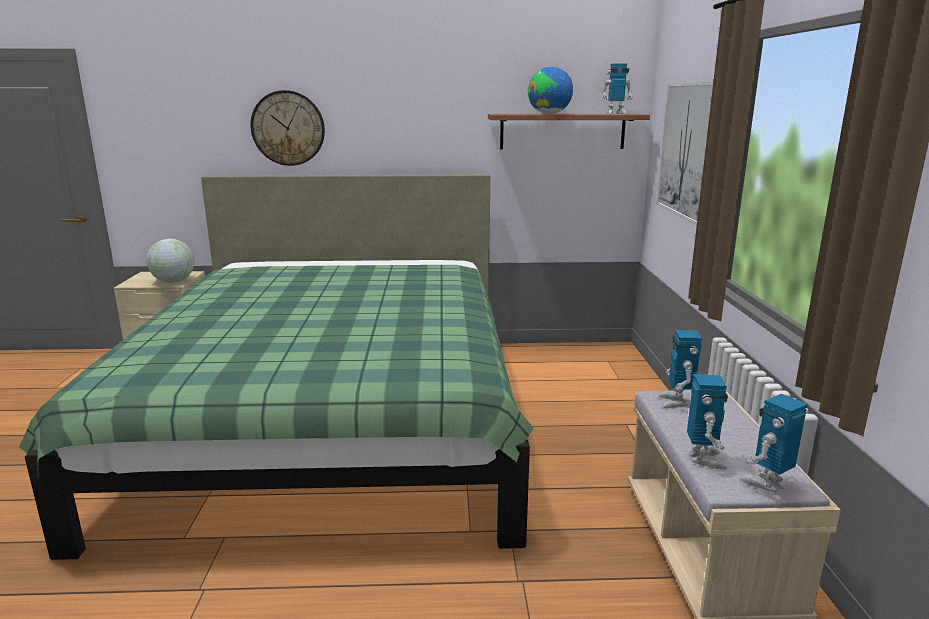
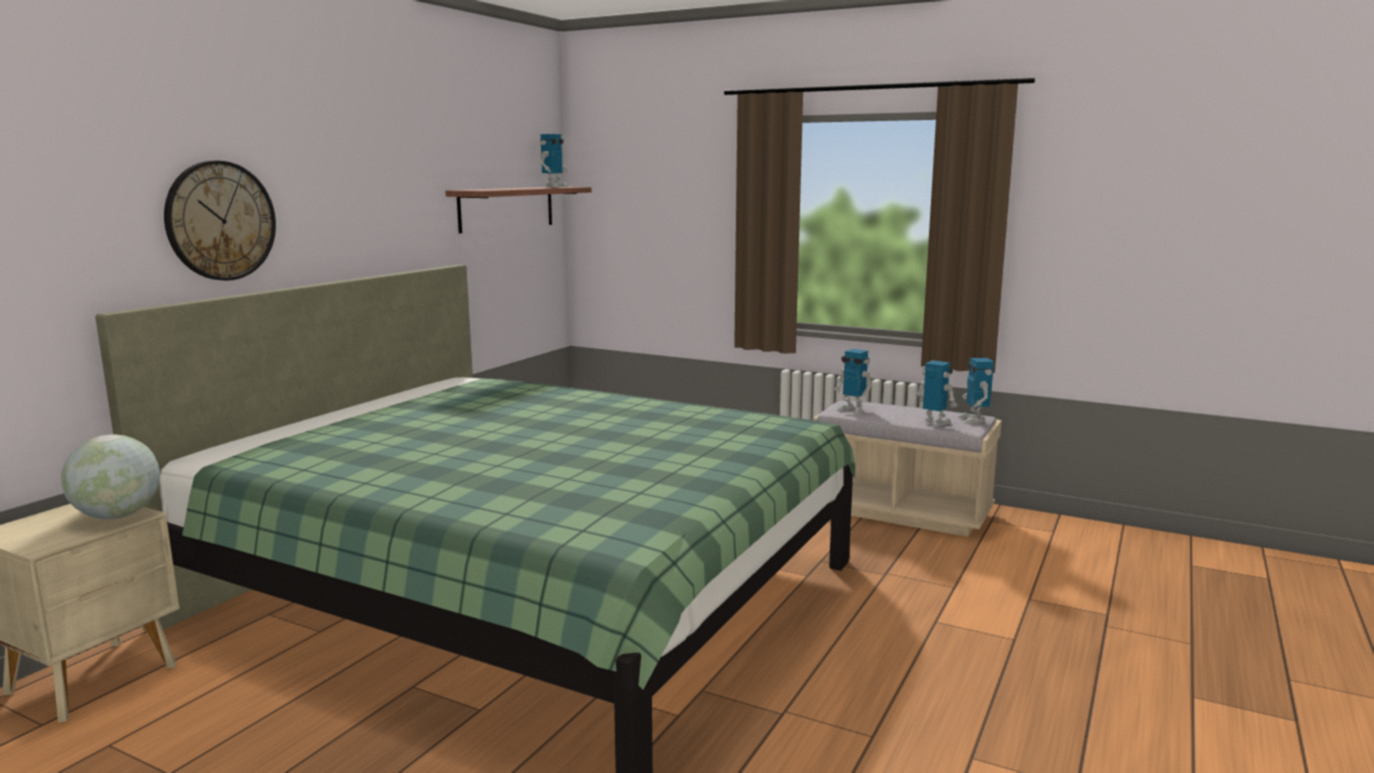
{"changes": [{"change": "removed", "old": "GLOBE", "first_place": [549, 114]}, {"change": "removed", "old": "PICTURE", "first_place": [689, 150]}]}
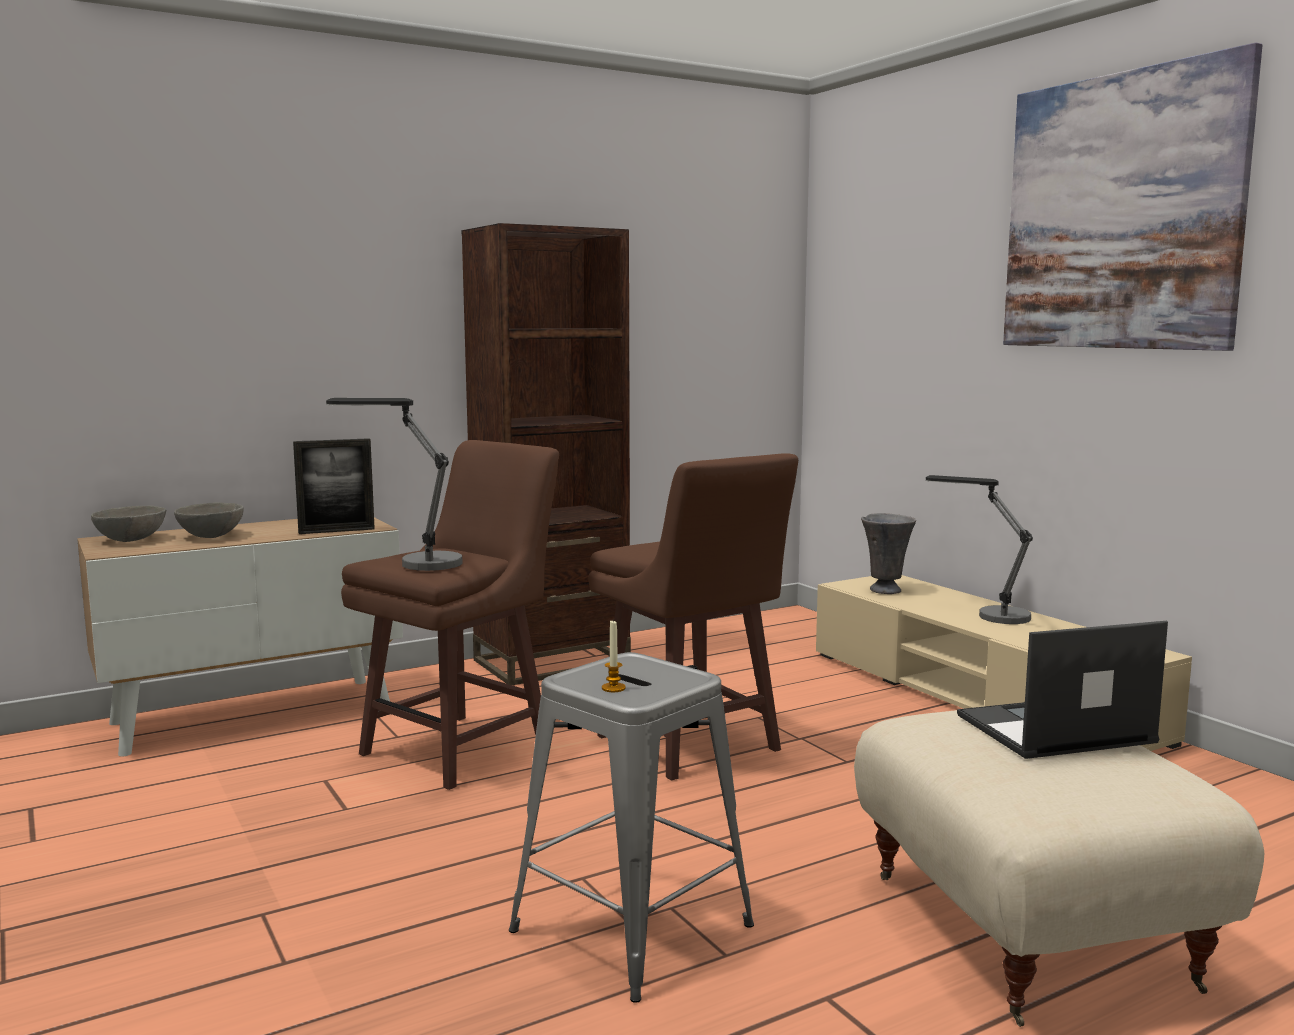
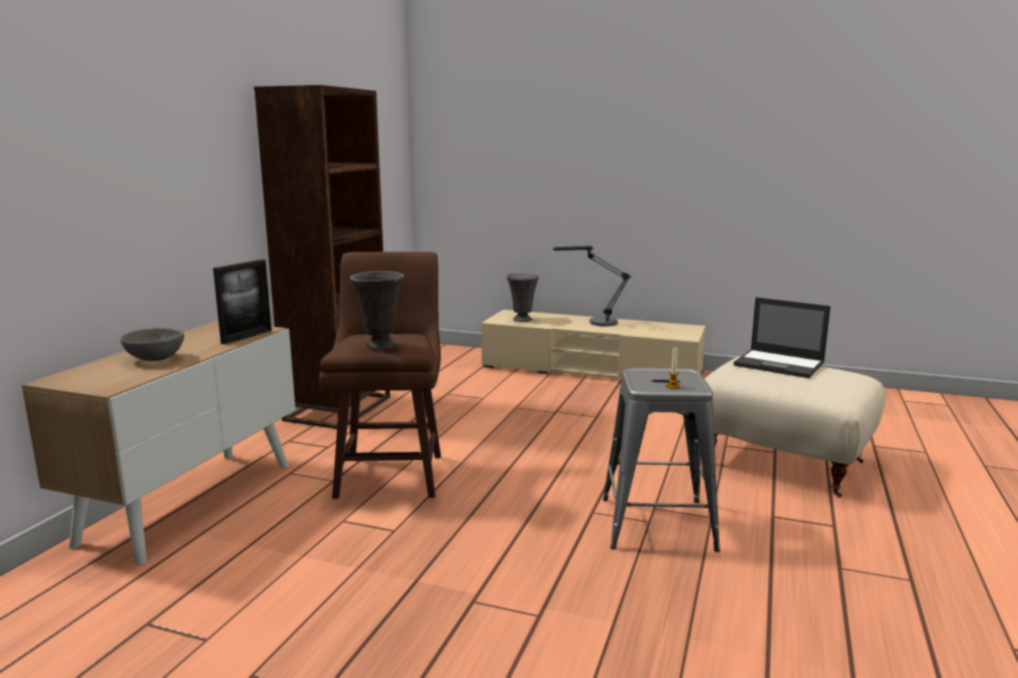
{"changes": [{"change": "replaced", "old": "TABLE LAMP", "new": "GREY VASE", "first_place": [414, 563], "second_place": [380, 346]}, {"change": "turned", "old": "LAPTOP", "first_place": [1053, 729], "second_place": [780, 364], "degrees": -90}, {"change": "removed", "old": "GREY BOWL", "first_place": [131, 540]}, {"change": "removed", "old": "BROWN STOOL", "first_place": [689, 746]}, {"change": "removed", "old": "PICTURE", "first_place": [1120, 212]}]}
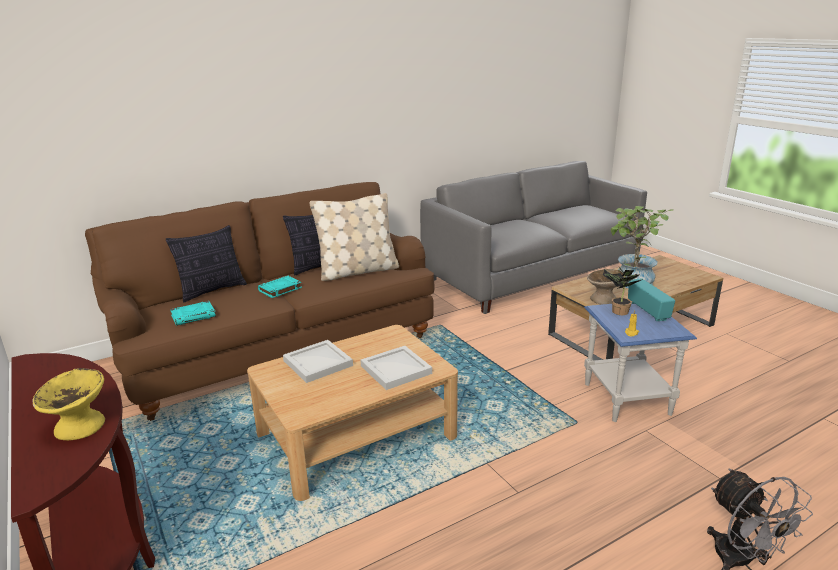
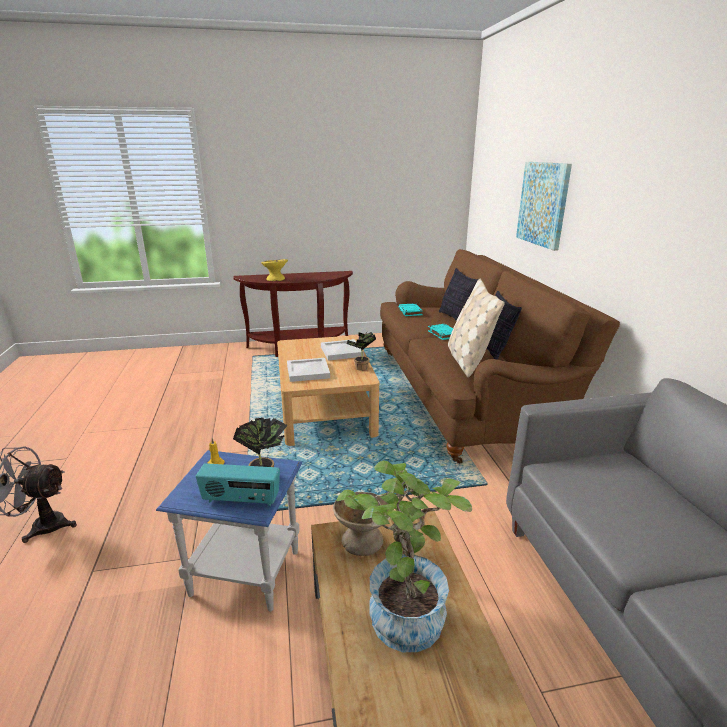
{"changes": [{"change": "added", "new": "POTTED PLANT", "second_place": [361, 368]}, {"change": "added", "new": "PICTURE", "second_place": [543, 204]}]}
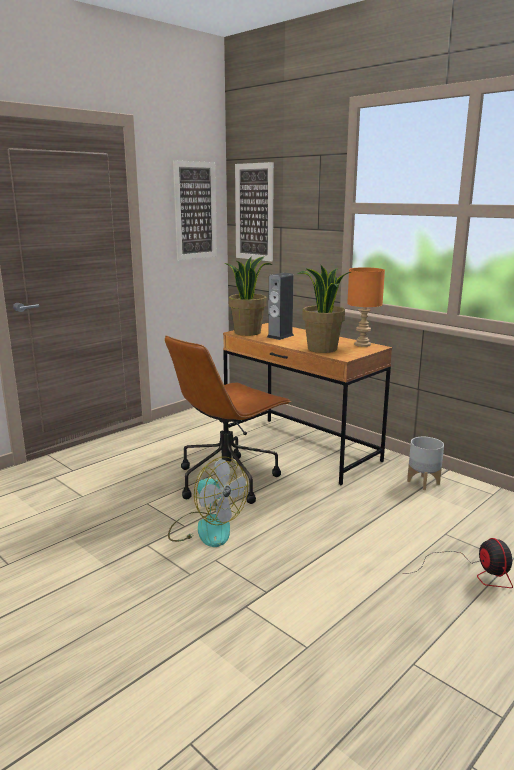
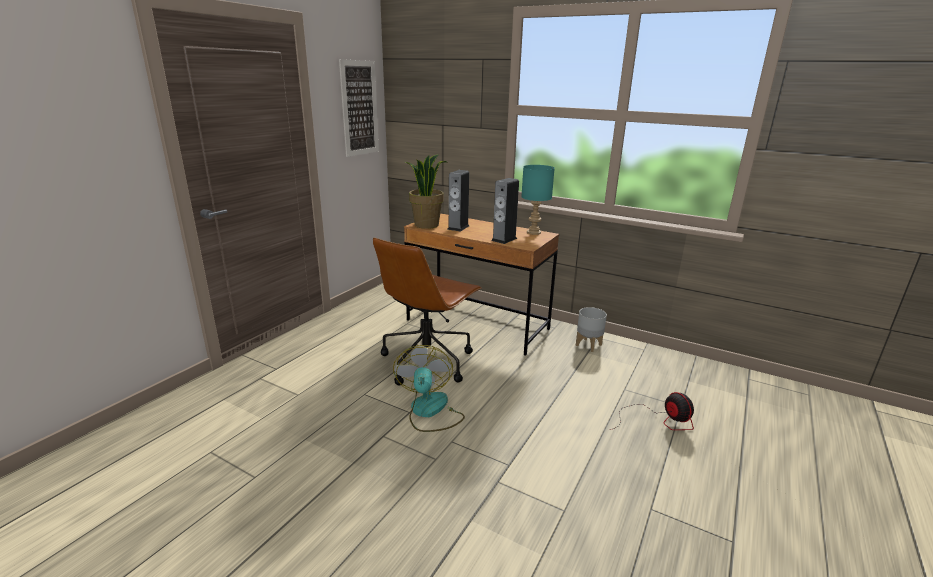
{"changes": [{"change": "turned", "old": "FAN", "first_place": [206, 528], "second_place": [429, 411], "degrees": -120}, {"change": "replaced", "old": "POTTED PLANT", "new": "SPEAKER", "first_place": [322, 349], "second_place": [504, 239]}, {"change": "recoloured", "old": "ORANGE TABLE LAMP", "new": "TURQUOISE TABLE LAMP", "first_place": [361, 344], "second_place": [533, 232]}, {"change": "removed", "old": "PICTURE", "first_place": [254, 212]}]}
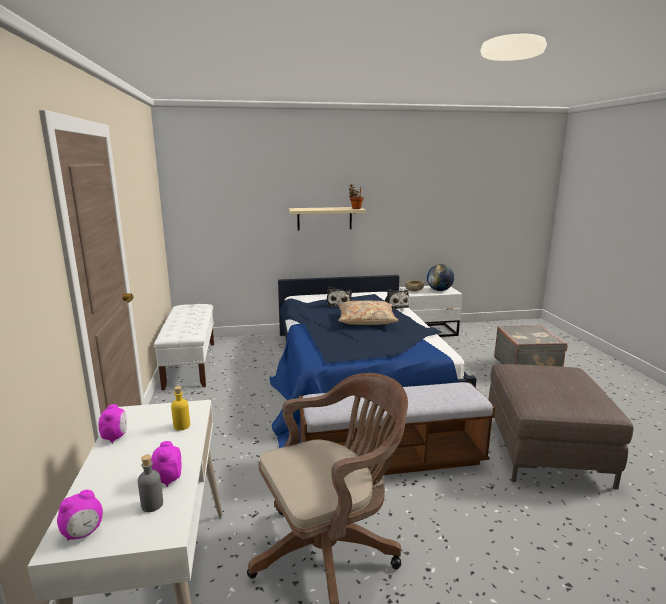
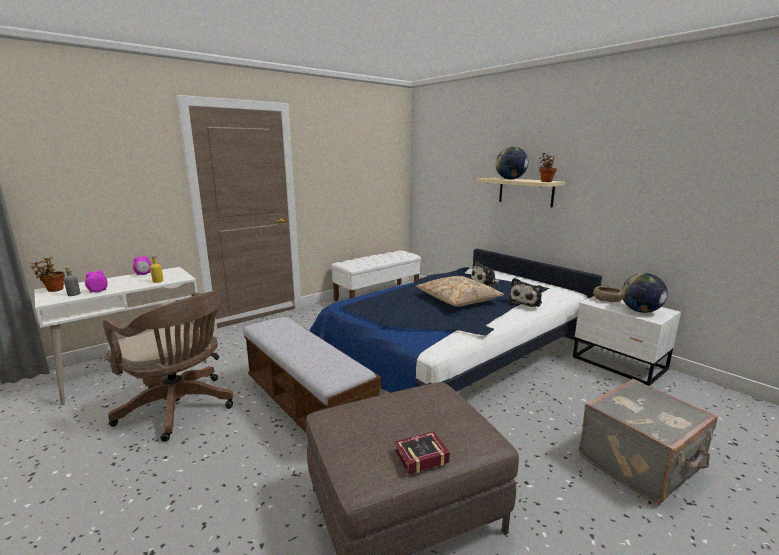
{"changes": [{"change": "replaced", "old": "ALARM CLOCK", "new": "POTTED PLANT", "first_place": [83, 533], "second_place": [54, 290]}, {"change": "added", "new": "BOOK", "second_place": [418, 456]}, {"change": "added", "new": "GLOBE", "second_place": [510, 179]}]}
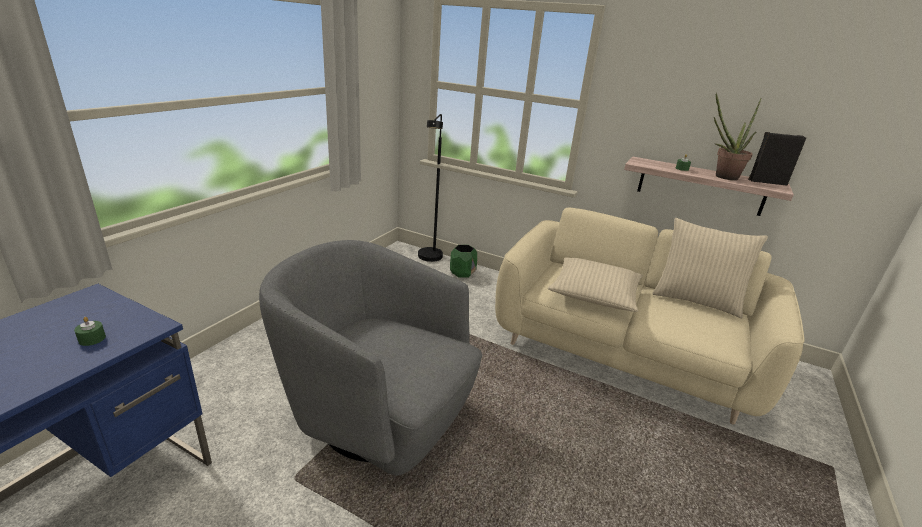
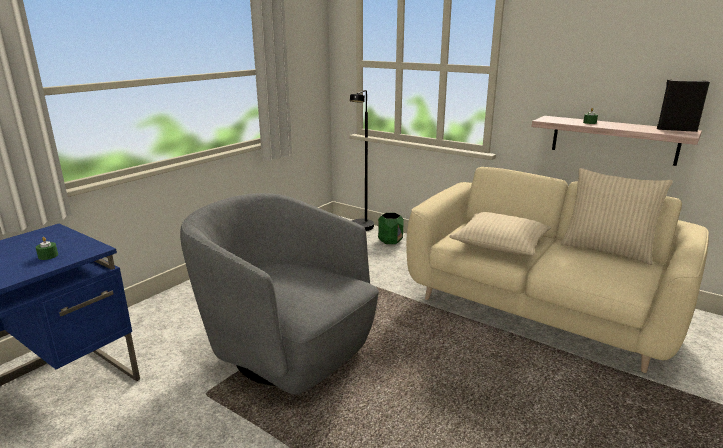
{"changes": [{"change": "removed", "old": "POTTED PLANT", "first_place": [721, 177]}]}
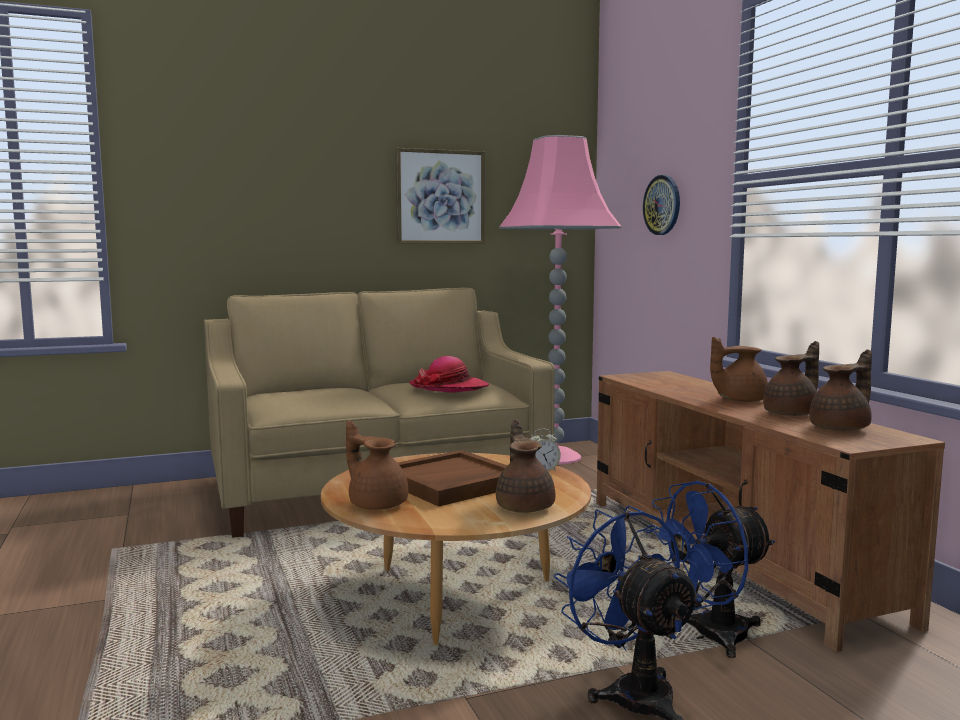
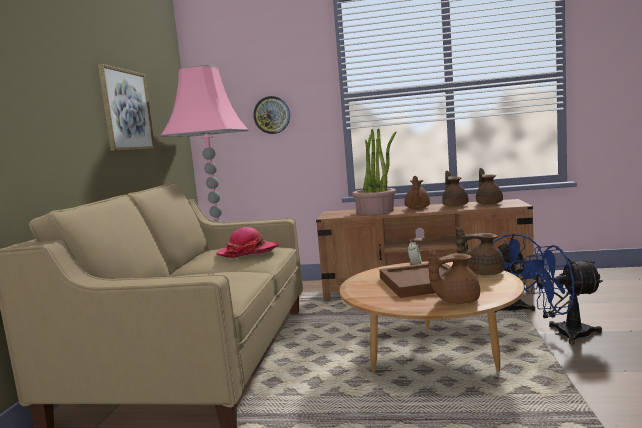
{"changes": [{"change": "added", "new": "POTTED PLANT", "second_place": [375, 211]}]}
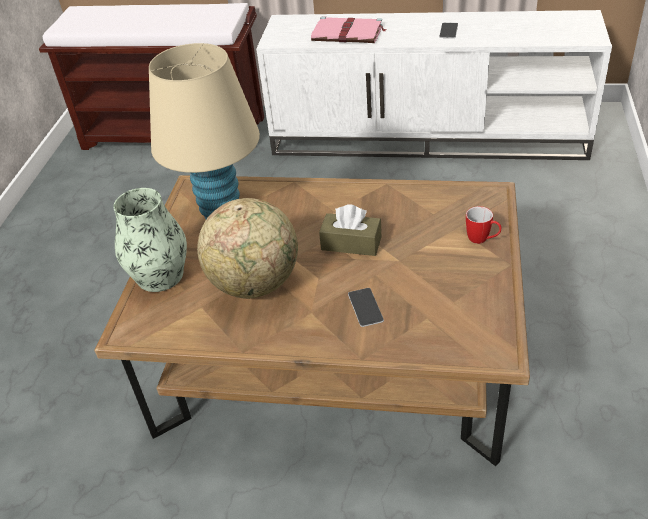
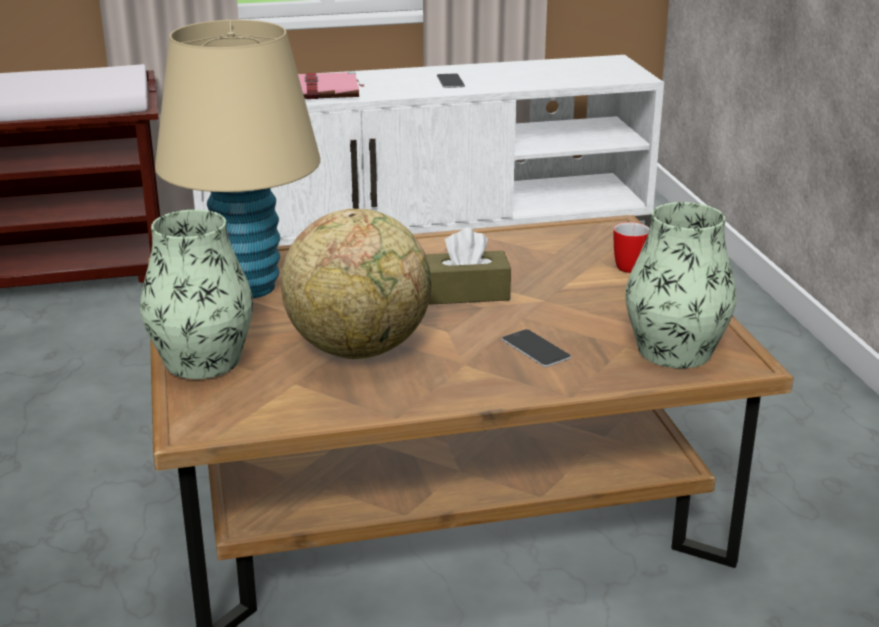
{"changes": [{"change": "added", "new": "VASE", "second_place": [674, 350]}]}
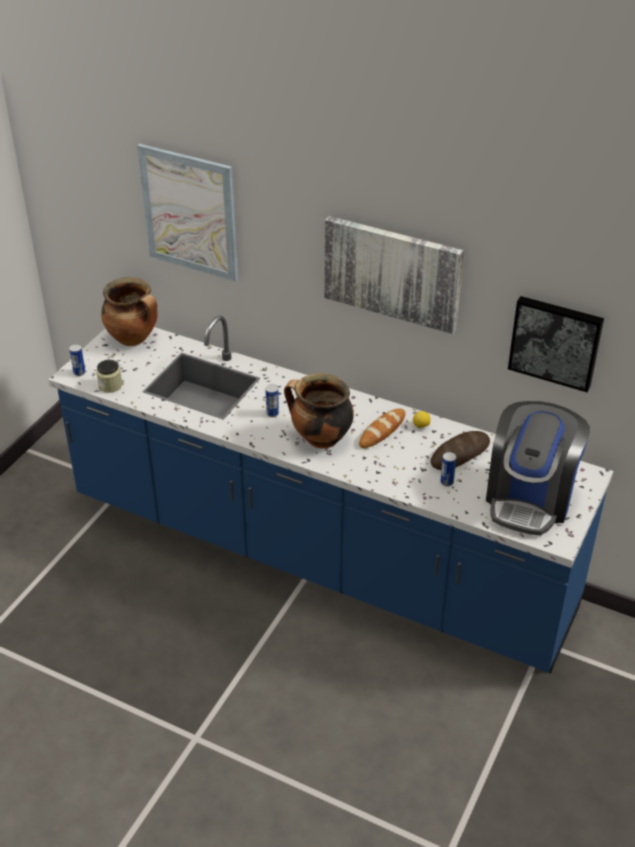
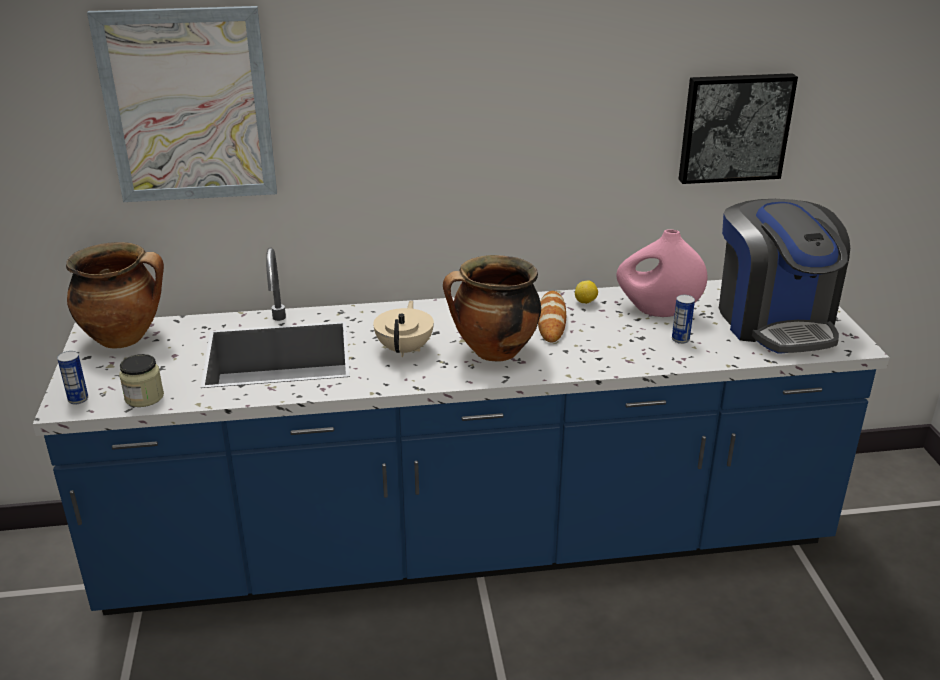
{"changes": [{"change": "replaced", "old": "CAN", "new": "BEIGE TEAPOT", "first_place": [272, 413], "second_place": [405, 349]}, {"change": "replaced", "old": "BREAD", "new": "PINK VASE", "first_place": [460, 454], "second_place": [657, 311]}, {"change": "removed", "old": "PICTURE", "first_place": [392, 272]}]}
